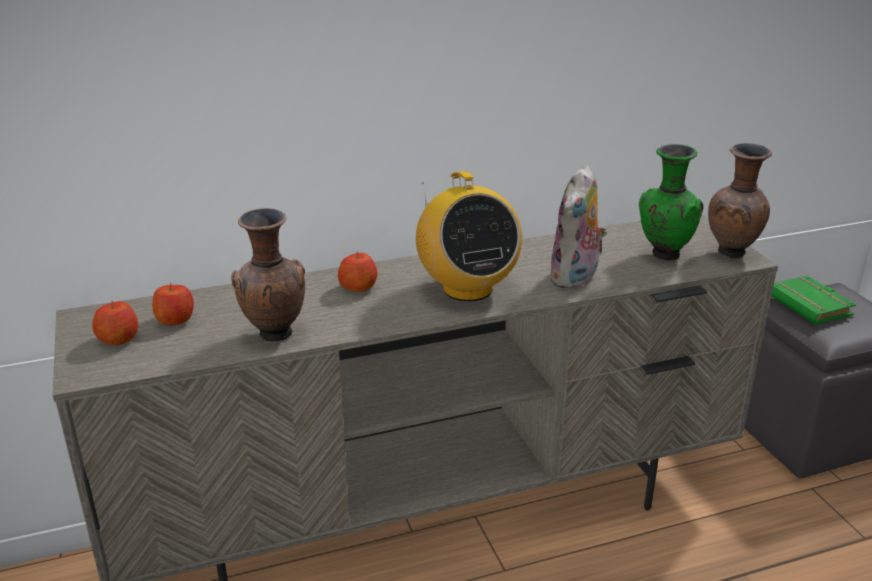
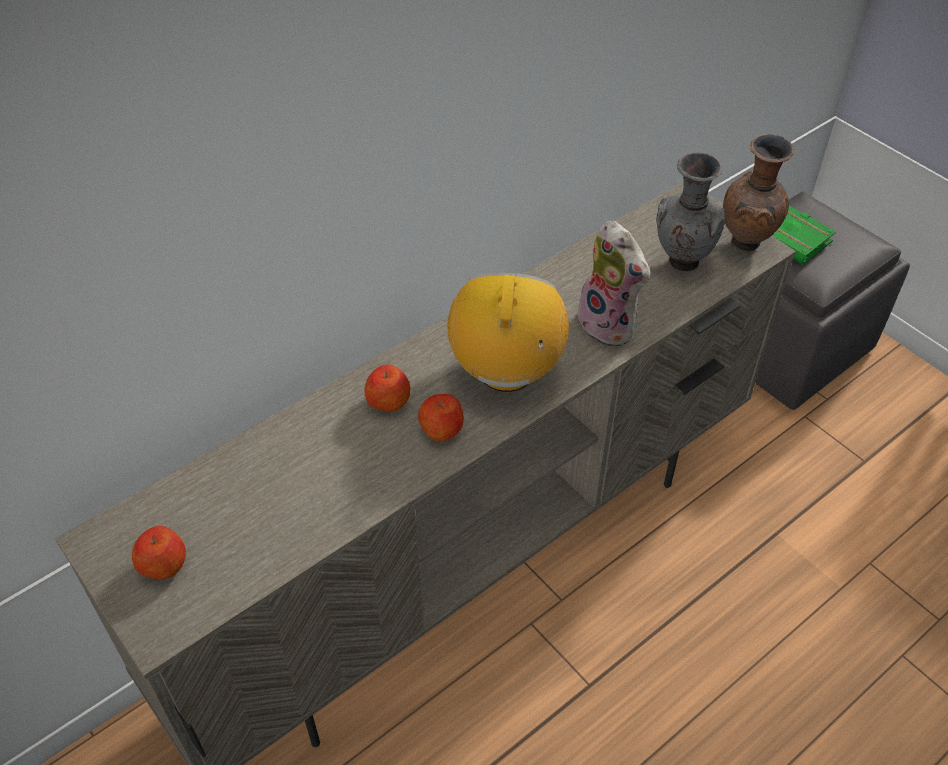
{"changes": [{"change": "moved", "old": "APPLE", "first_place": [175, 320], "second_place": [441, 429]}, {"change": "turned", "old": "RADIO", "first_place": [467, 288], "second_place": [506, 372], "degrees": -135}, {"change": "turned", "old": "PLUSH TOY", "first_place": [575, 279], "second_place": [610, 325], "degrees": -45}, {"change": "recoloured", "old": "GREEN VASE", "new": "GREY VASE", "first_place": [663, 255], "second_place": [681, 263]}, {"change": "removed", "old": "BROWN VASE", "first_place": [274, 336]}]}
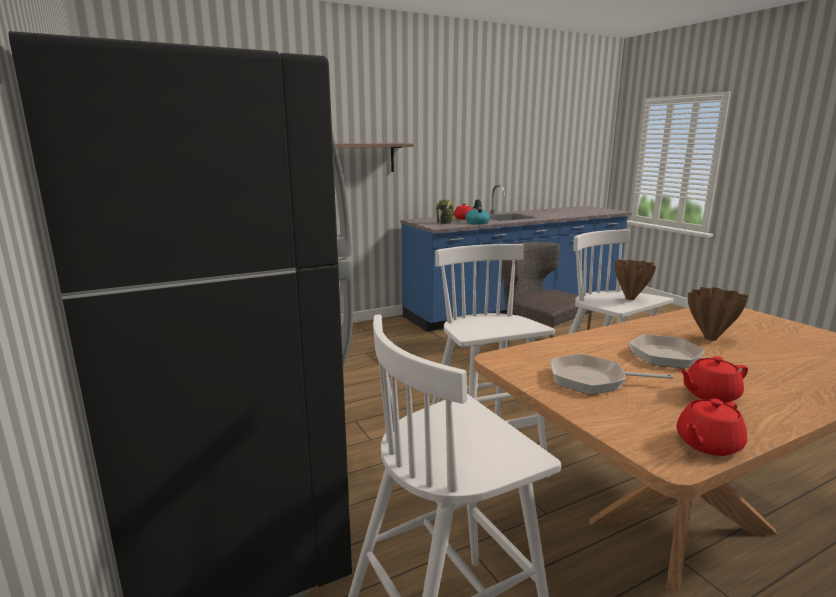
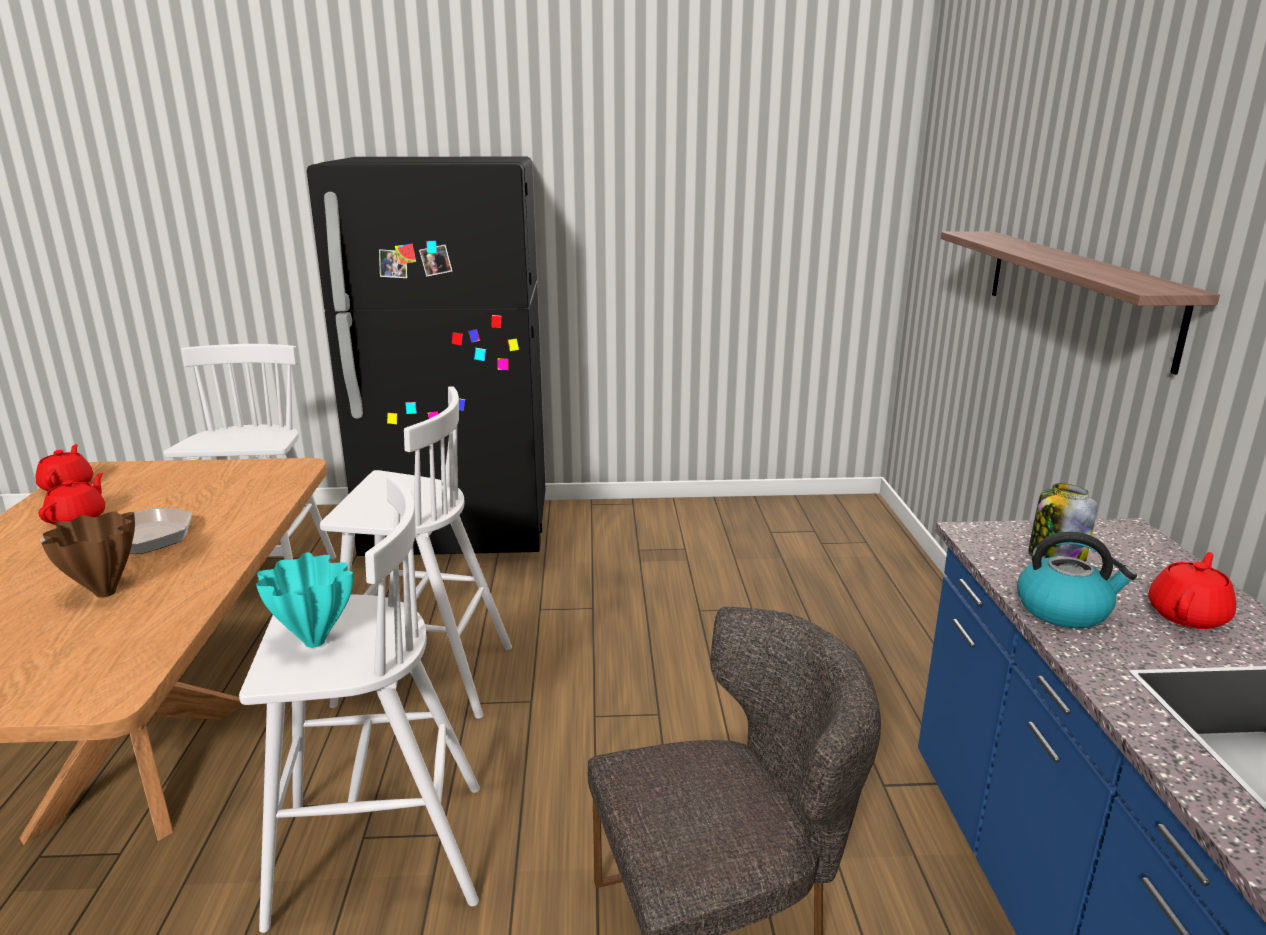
{"changes": [{"change": "recoloured", "old": "BROWN VASE", "new": "TURQUOISE VASE", "first_place": [630, 299], "second_place": [313, 642]}, {"change": "removed", "old": "FRYING PAN", "first_place": [592, 380]}]}
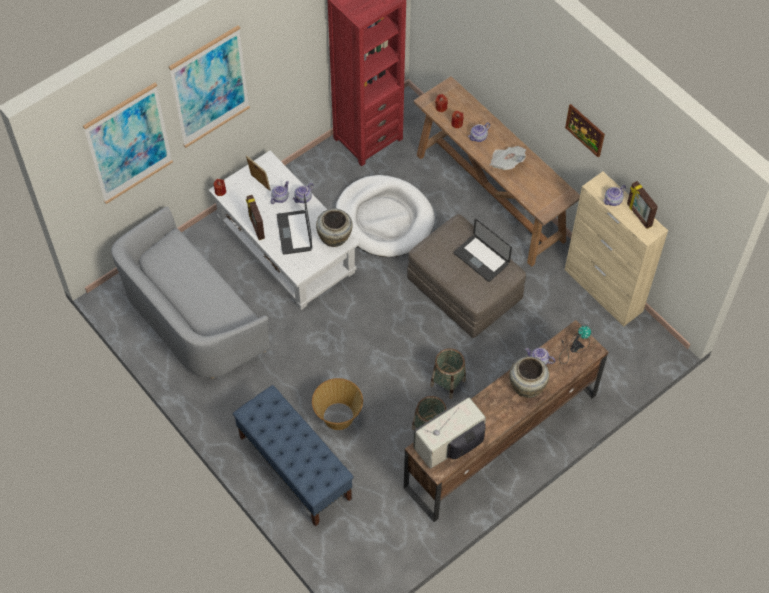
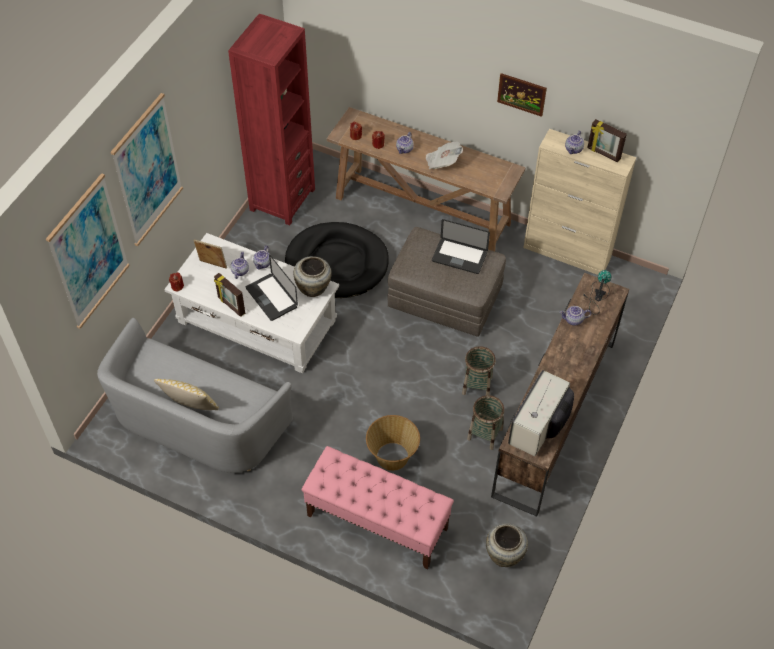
{"changes": [{"change": "added", "new": "PILLOW", "second_place": [191, 408]}, {"change": "recoloured", "old": "WHITE DOG BED", "new": "BLACK DOG BED", "first_place": [384, 219], "second_place": [337, 263]}, {"change": "recoloured", "old": "BLUE BENCH", "new": "PINK BENCH", "first_place": [294, 467], "second_place": [377, 522]}, {"change": "moved", "old": "BEIGE VASE", "first_place": [527, 386], "second_place": [504, 554]}]}
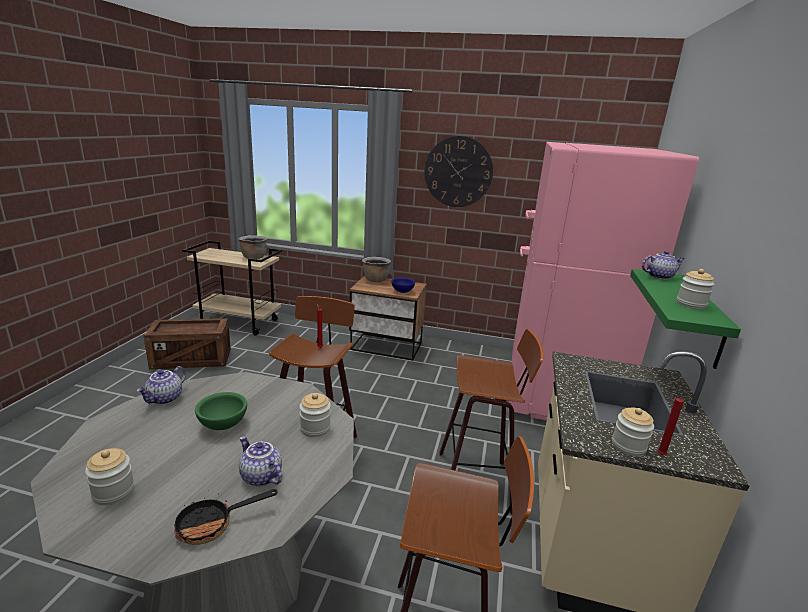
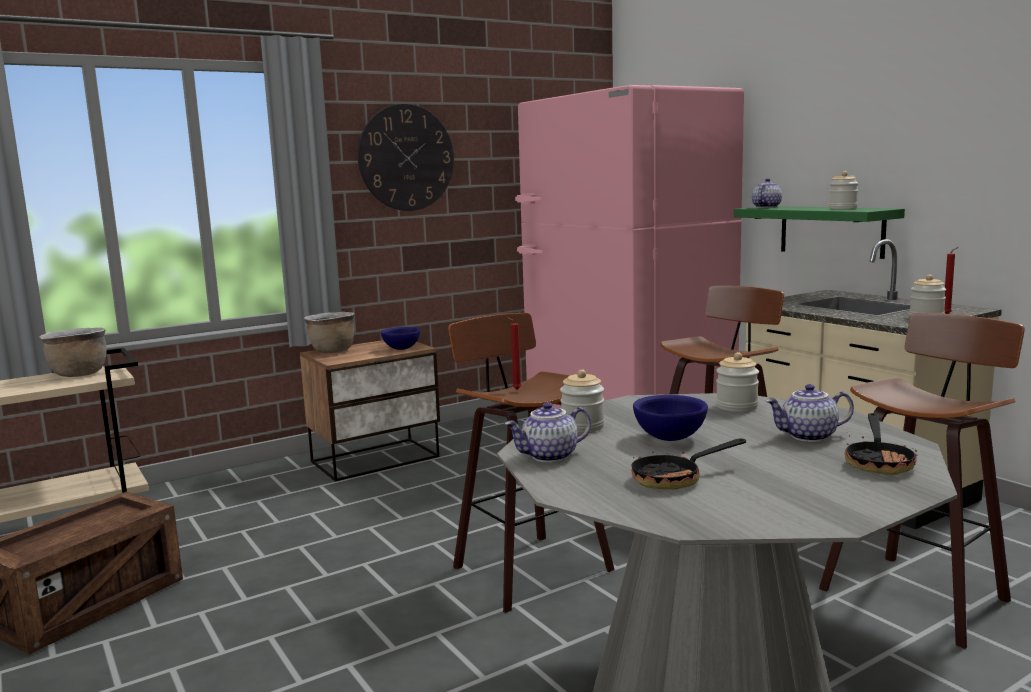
{"changes": [{"change": "turned", "old": "TEAPOT", "first_place": [165, 399], "second_place": [549, 456], "degrees": 90}, {"change": "moved", "old": "JAR", "first_place": [113, 492], "second_place": [582, 426]}, {"change": "added", "new": "FRYING PAN", "second_place": [675, 479]}, {"change": "recoloured", "old": "GREEN BOWL", "new": "BLUE BOWL", "first_place": [222, 425], "second_place": [670, 438]}]}
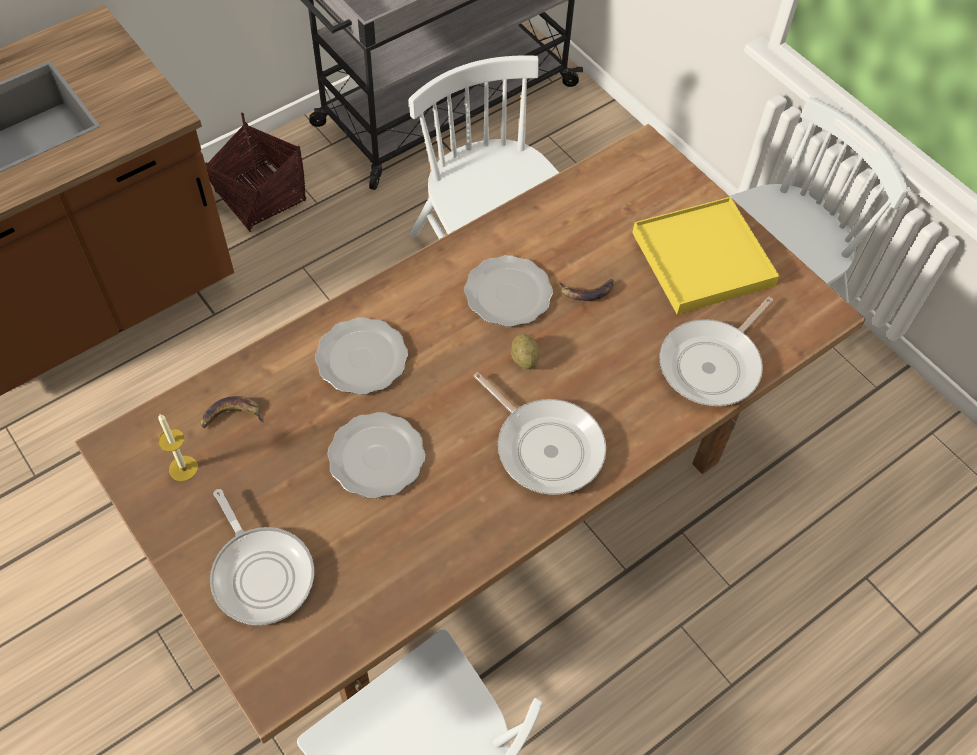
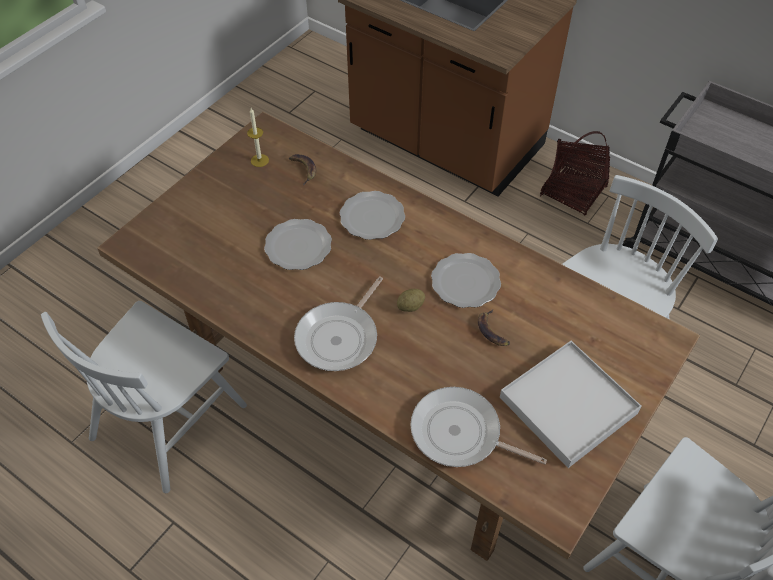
{"changes": [{"change": "recoloured", "old": "YELLOW TRAY", "new": "WHITE TRAY", "first_place": [703, 259], "second_place": [568, 405]}, {"change": "removed", "old": "FRYING PAN", "first_place": [261, 573]}]}
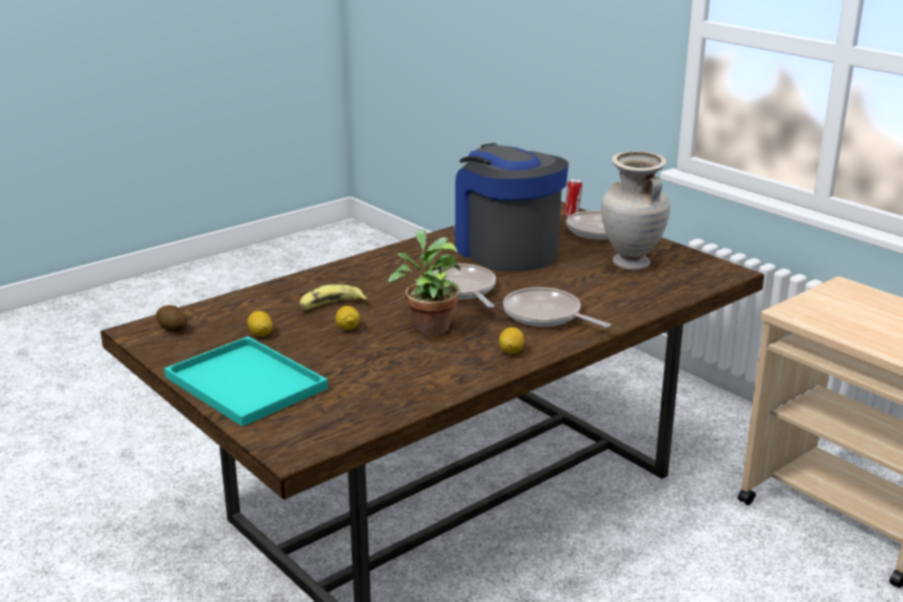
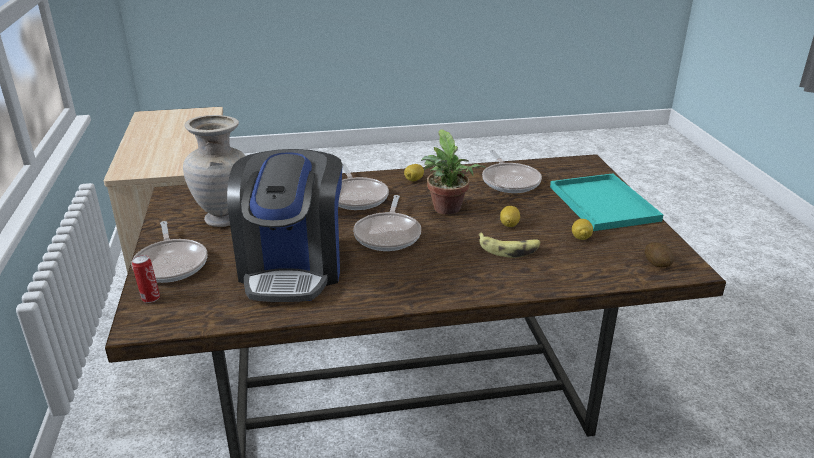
{"changes": [{"change": "added", "new": "FRYING PAN", "second_place": [510, 181]}]}
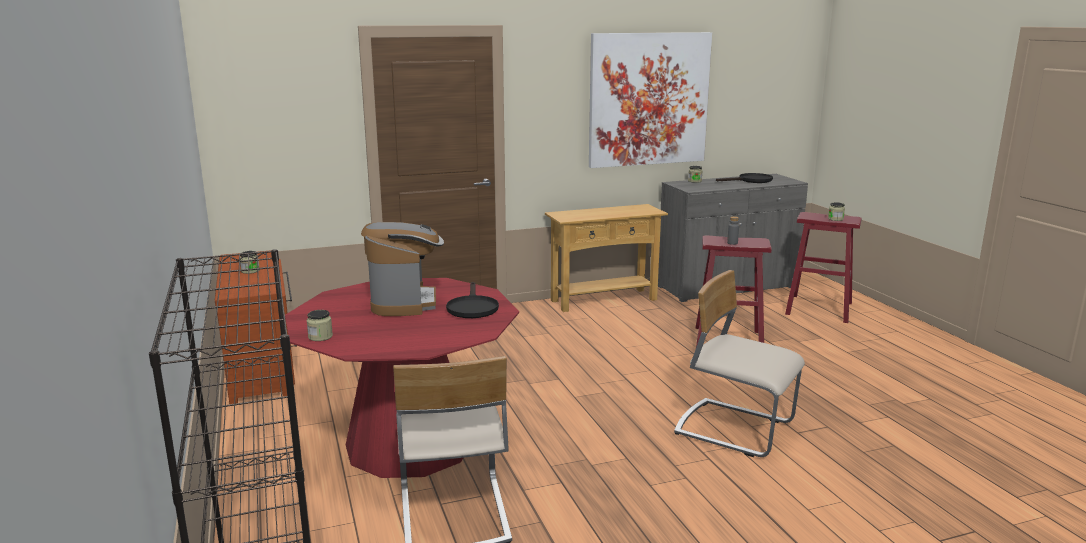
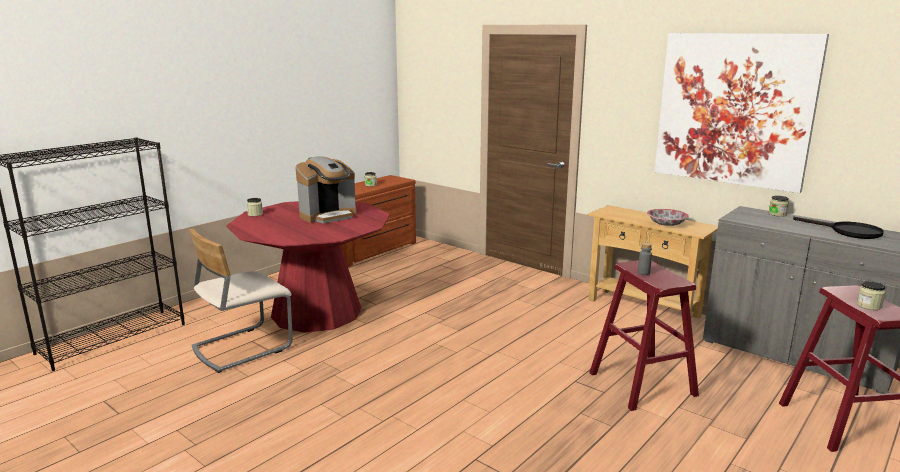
{"changes": [{"change": "added", "new": "BOWL", "second_place": [666, 224]}, {"change": "removed", "old": "BLACK FRYING PAN", "first_place": [472, 307]}, {"change": "removed", "old": "BEIGE CHAIR", "first_place": [734, 429]}]}
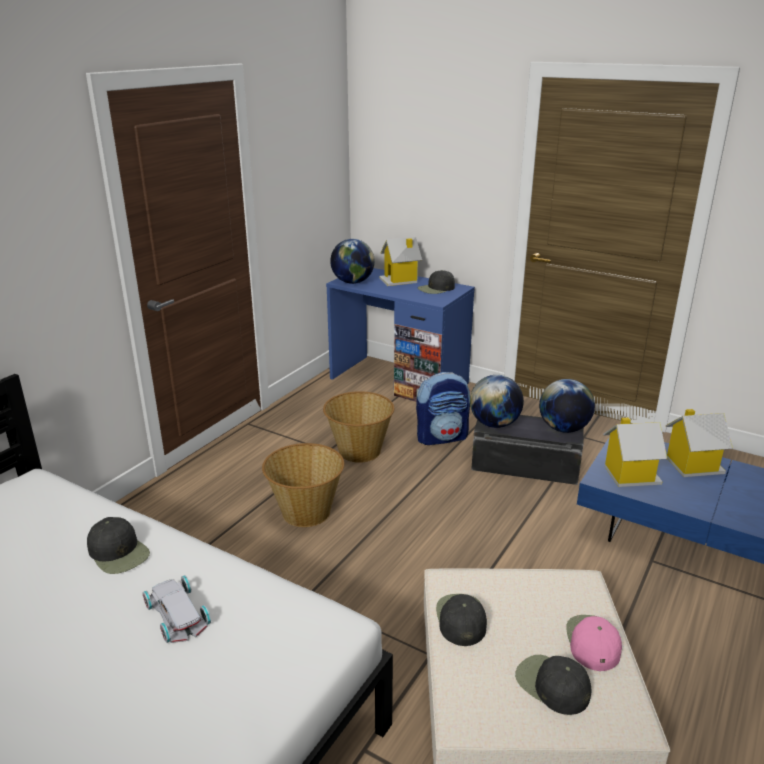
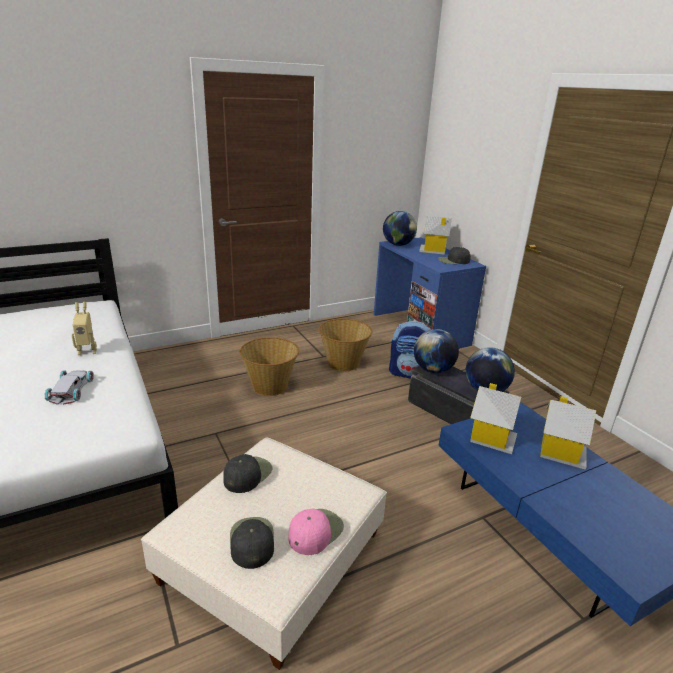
{"changes": [{"change": "replaced", "old": "BLACK CAP", "new": "TOY ROBOT", "first_place": [119, 552], "second_place": [88, 350]}]}
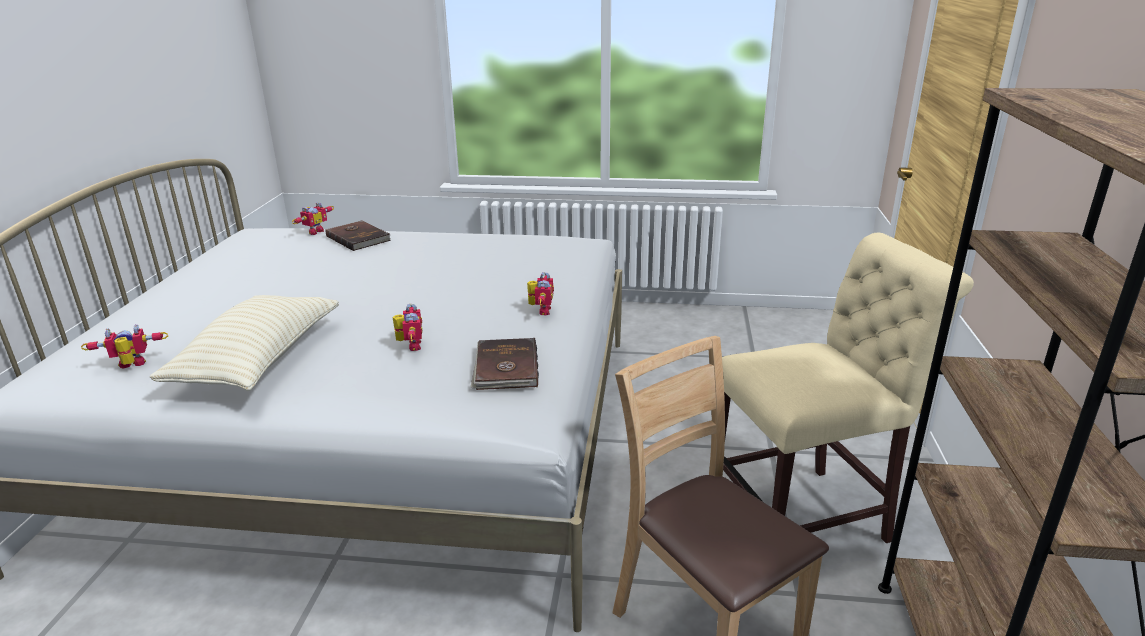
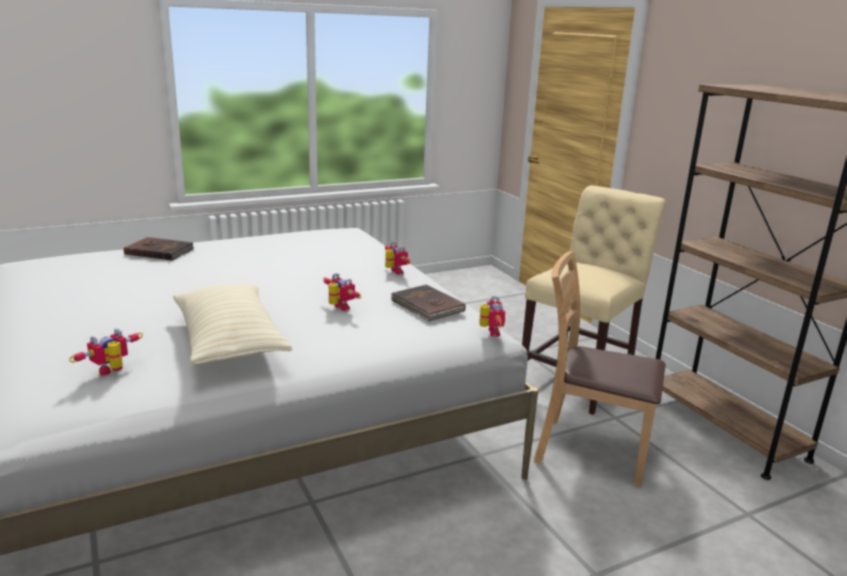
{"changes": [{"change": "moved", "old": "TOY ROBOT", "first_place": [314, 231], "second_place": [490, 332]}]}
